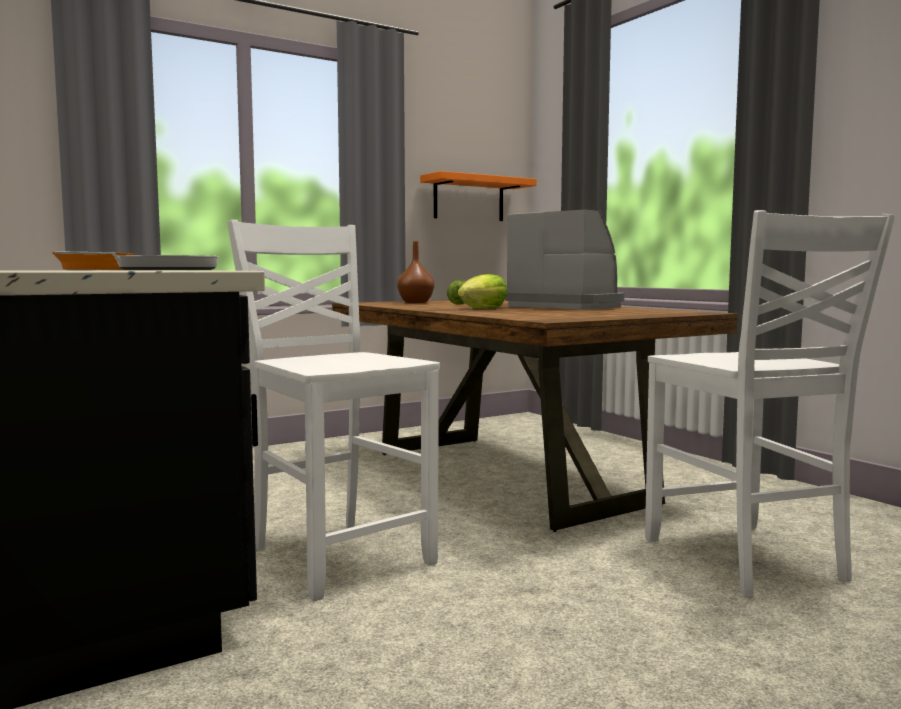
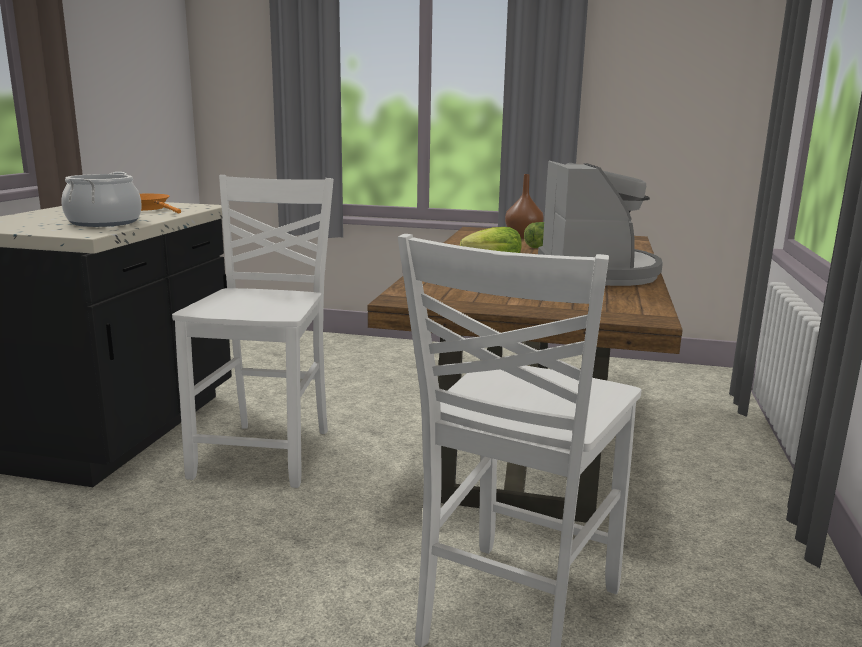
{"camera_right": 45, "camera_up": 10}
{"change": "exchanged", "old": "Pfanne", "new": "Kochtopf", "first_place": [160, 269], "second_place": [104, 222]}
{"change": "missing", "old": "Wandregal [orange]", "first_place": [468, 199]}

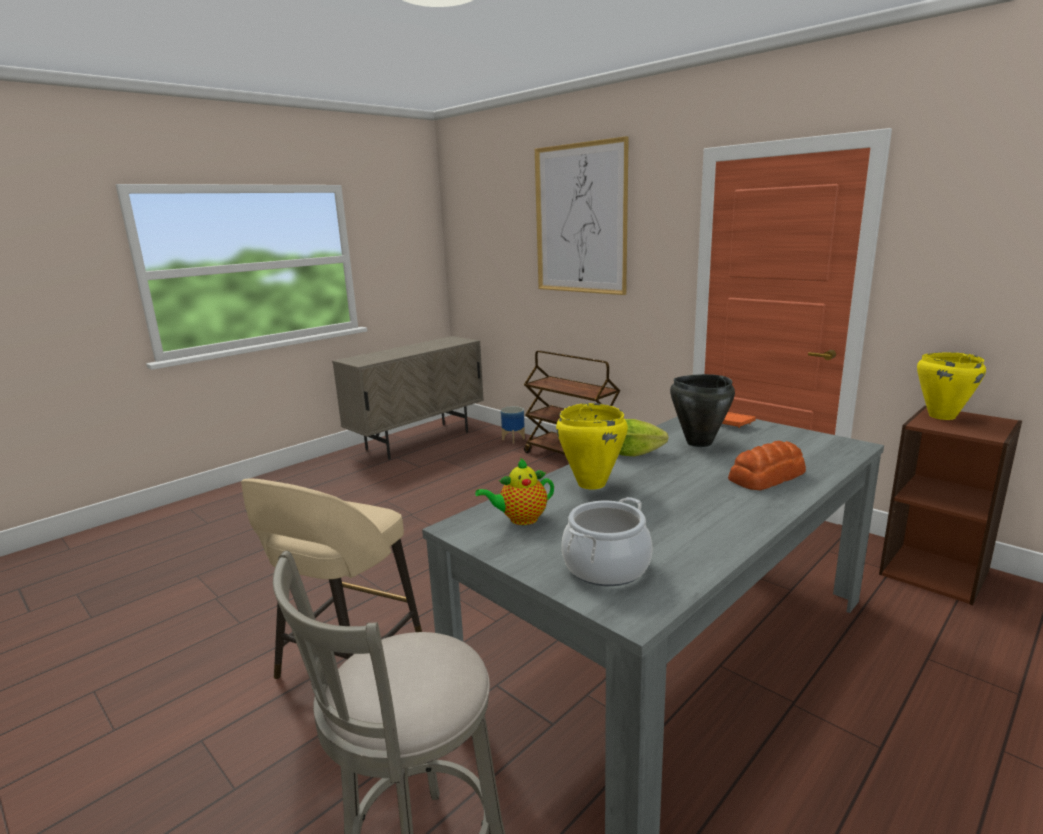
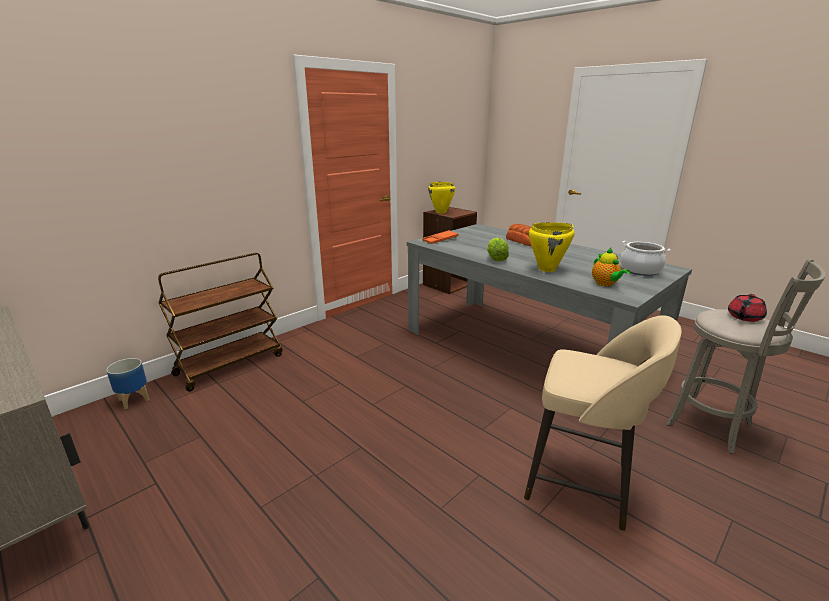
{"camera_right": -90, "camera_up": 5}
{"change": "missing", "old": "Bild", "first_place": [580, 219]}
{"change": "missing", "old": "Kochtopf [schwarz]", "first_place": [698, 442]}
{"change": "appeared", "new": "Teekanne [rot]", "second_place": [744, 317]}

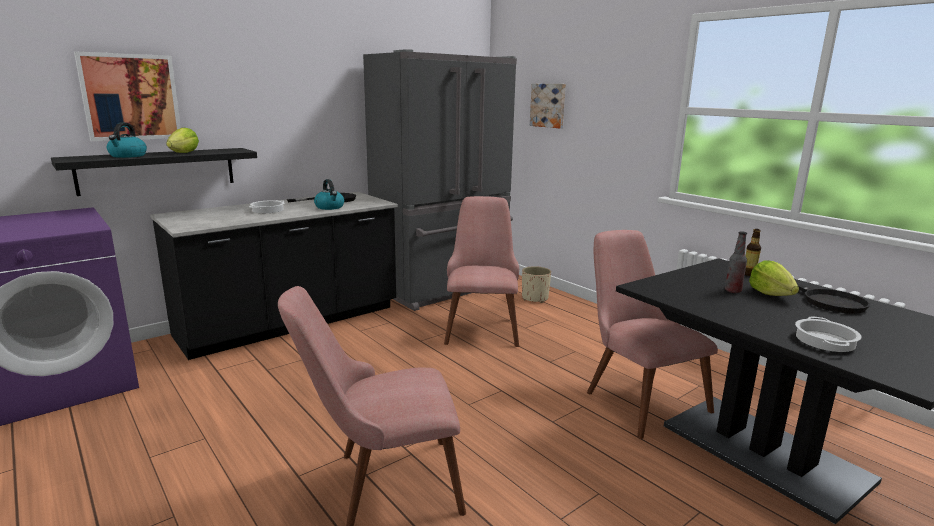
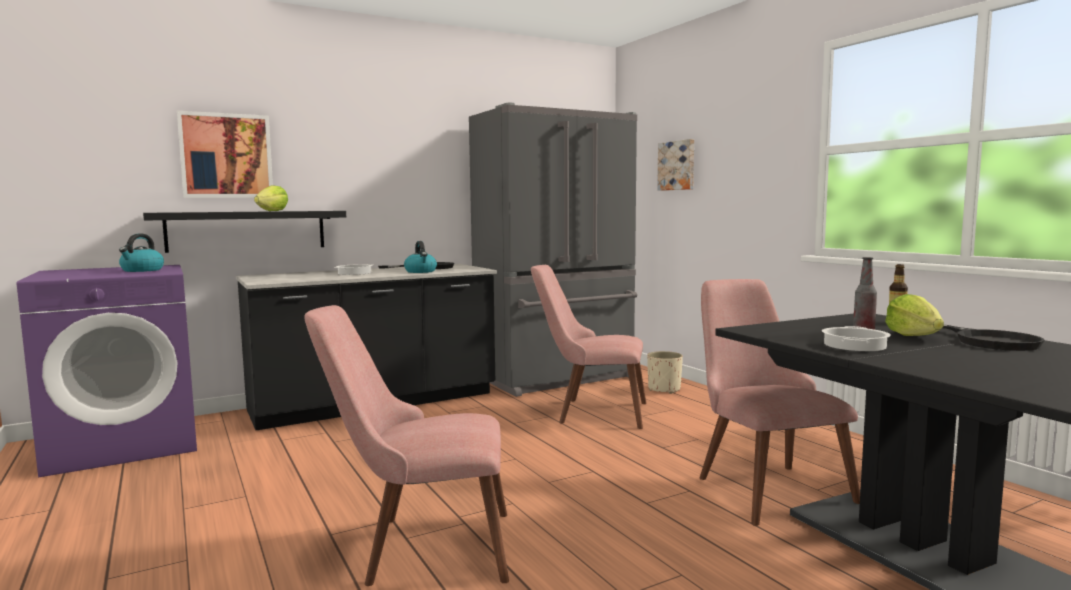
{"camera_right": 10, "camera_up": -10}
{"change": "relocated", "old": "Wasserkessel", "first_place": [128, 156], "second_place": [142, 270]}
{"change": "spun", "old": "Stuhl [rosa]", "first_place": [481, 326], "second_place": [590, 412], "degrees": -90}
{"change": "relocated", "old": "Kochtopf", "first_place": [824, 340], "second_place": [854, 345]}

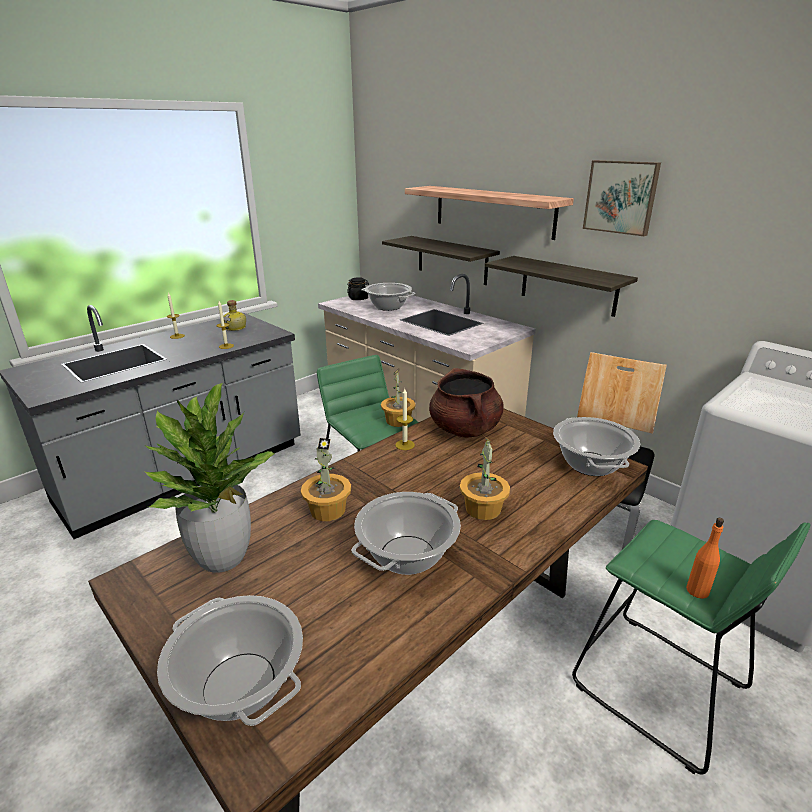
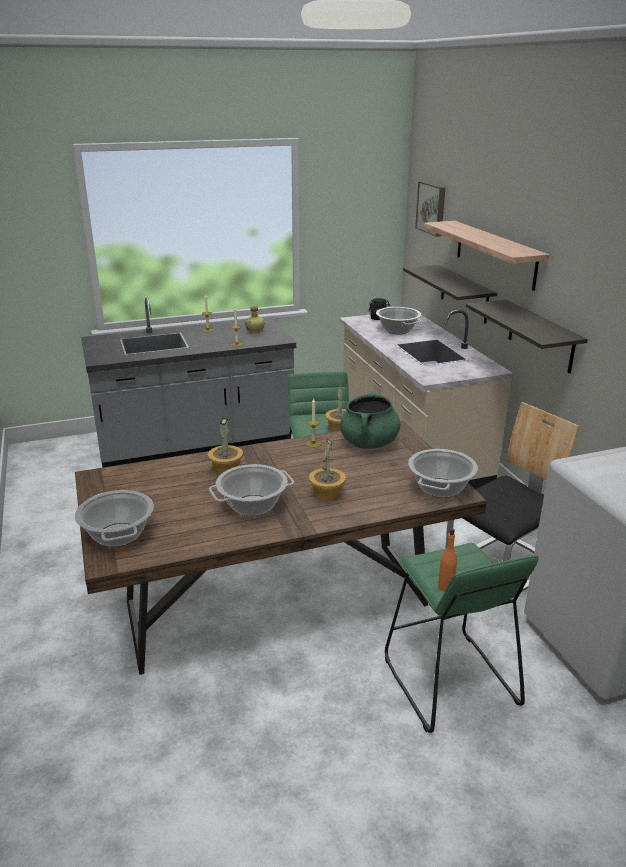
{"camera_right": 25, "camera_up": 0}
{"change": "missing", "old": "Topfpflanze", "first_place": [222, 557]}
{"change": "colour", "old": "Kochtopf [braun]", "new": "Kochtopf [grün]", "first_place": [465, 429], "second_place": [369, 443]}
{"change": "relocated", "old": "Bild", "first_place": [621, 197], "second_place": [432, 208]}

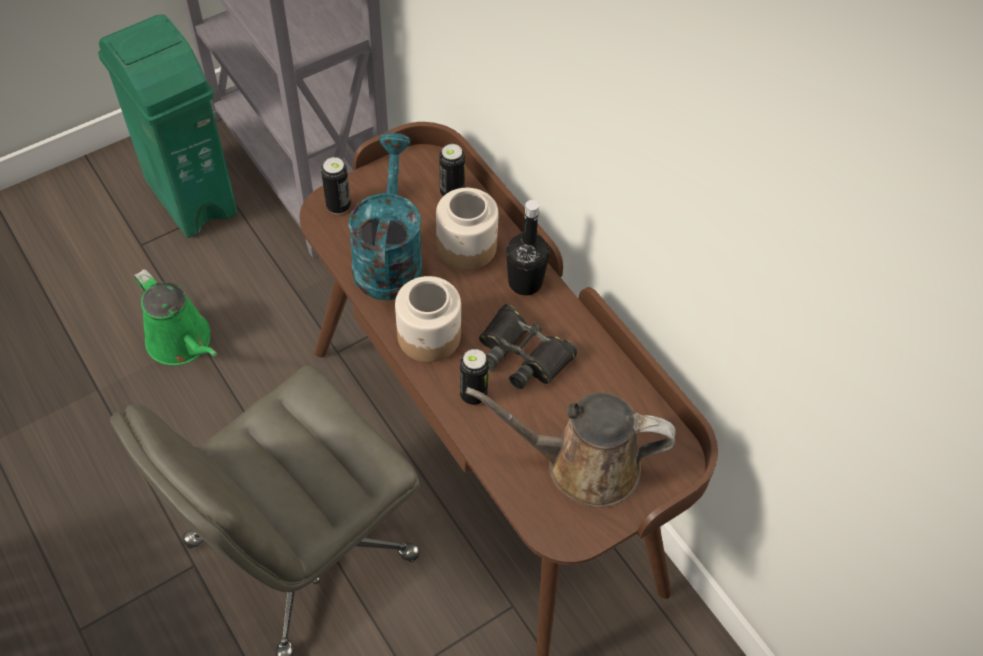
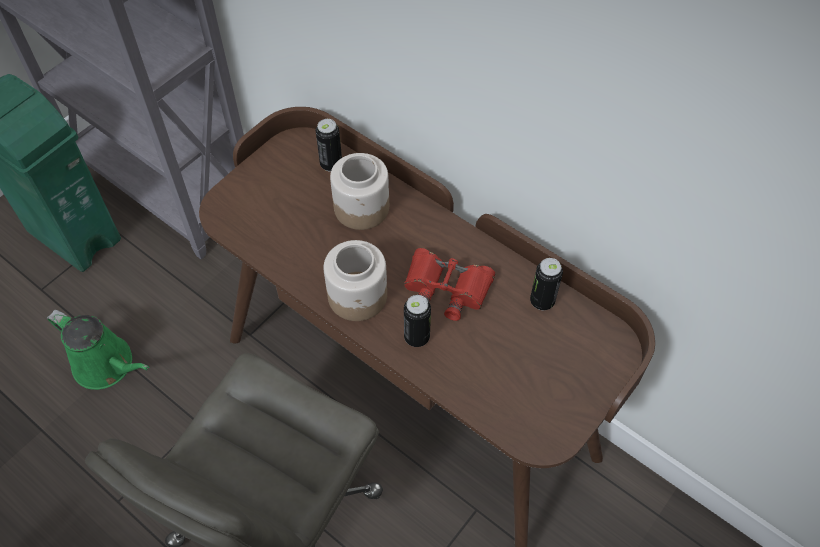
{"camera_right": -15, "camera_up": 0}
{"change": "relocated", "old": "Dose", "first_place": [338, 206], "second_place": [542, 301]}
{"change": "missing", "old": "Gießkanne [türkis]", "first_place": [388, 257]}
{"change": "missing", "old": "Gießkanne [braun]", "first_place": [582, 465]}
{"change": "colour", "old": "Fernglas [schwarz]", "new": "Fernglas [rot]", "first_place": [523, 354], "second_place": [446, 288]}
{"change": "missing", "old": "Flasche [schwarz]", "first_place": [525, 282]}

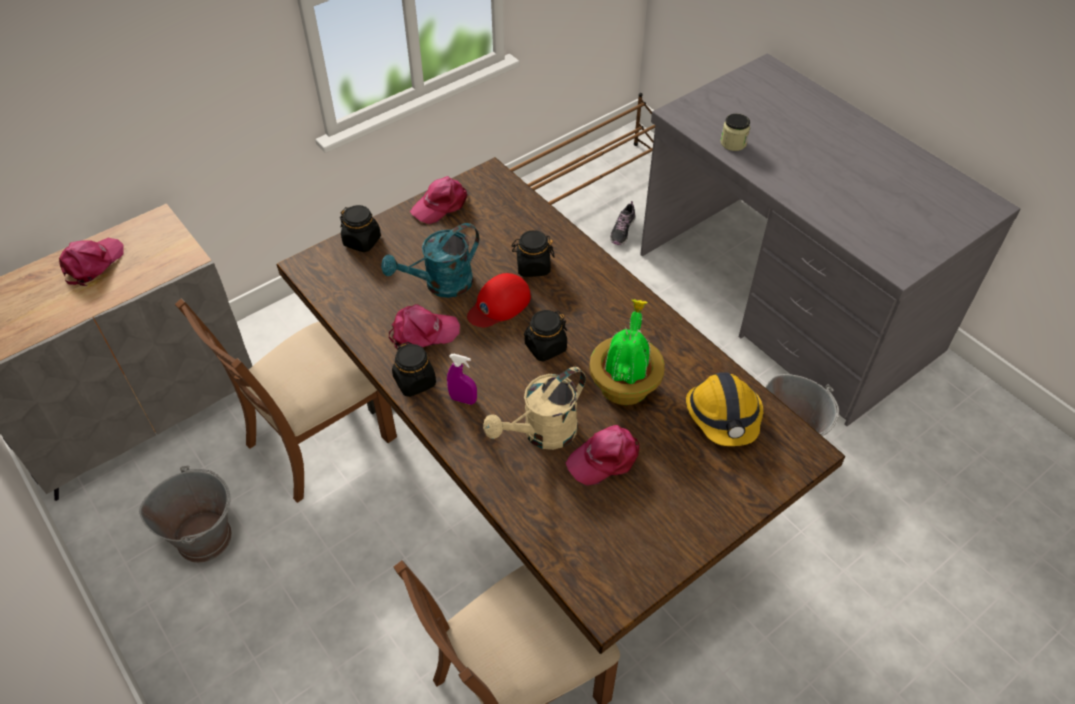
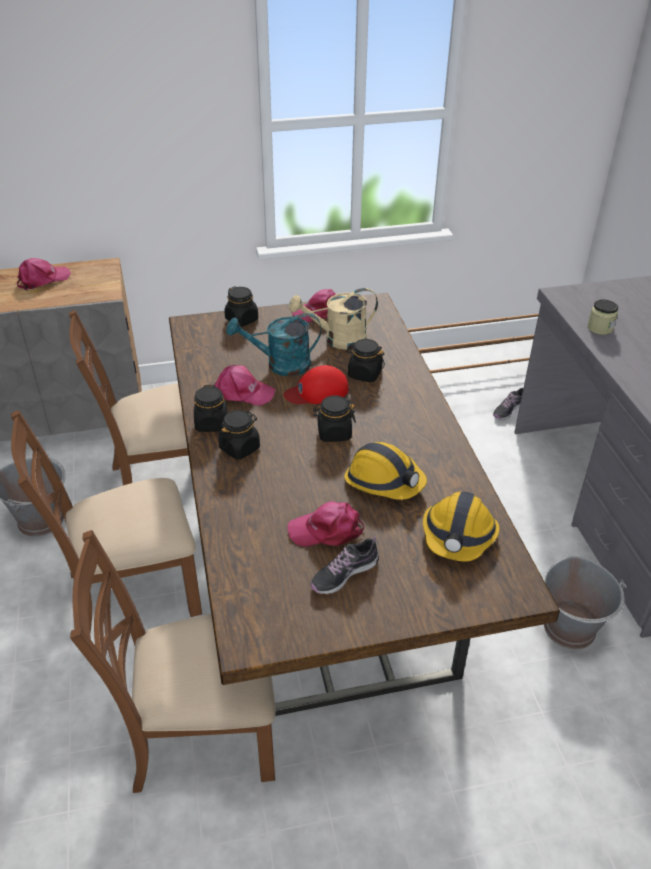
{"camera_right": 25, "camera_up": -10}
{"change": "exchanged", "old": "Sprühflasche [lila]", "new": "Vorratsglas [schwarz]", "first_place": [463, 399], "second_place": [240, 448]}
{"change": "relocated", "old": "Gießkanne [beige]", "first_place": [542, 434], "second_place": [338, 340]}
{"change": "exchanged", "old": "Topfpflanze", "new": "Schutzhelm", "first_place": [625, 383], "second_place": [384, 481]}
{"change": "appeared", "new": "Stuhl [braun]", "second_place": [132, 592]}
{"change": "appeared", "new": "Schuh", "second_place": [344, 574]}

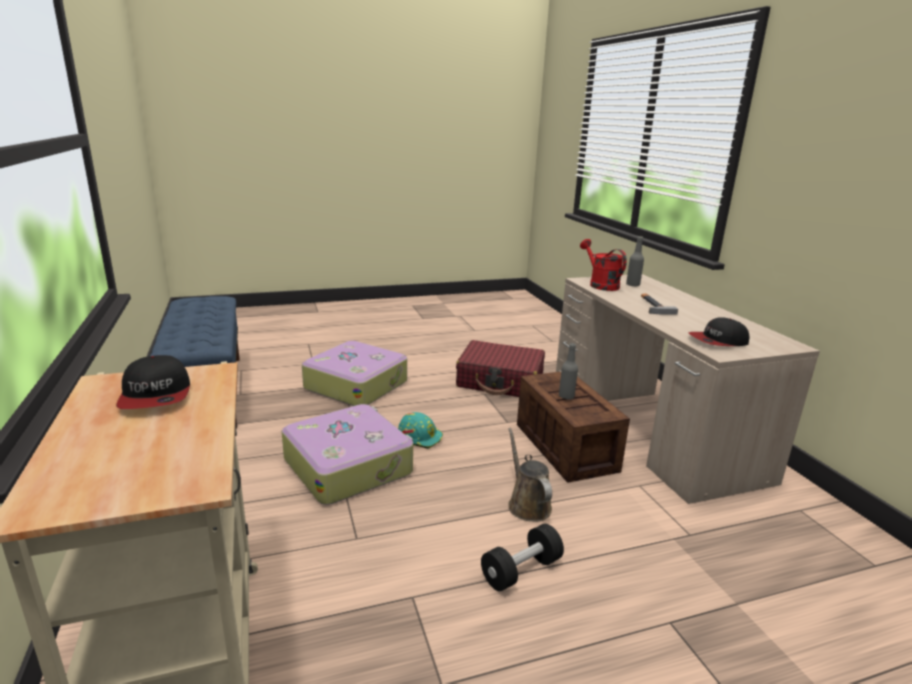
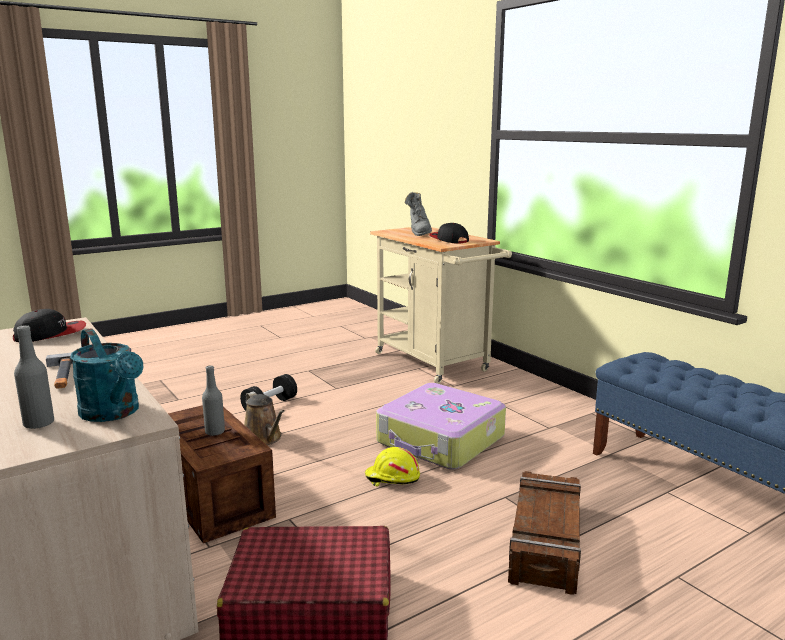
{"camera_right": 165, "camera_up": -5}
{"change": "exchanged", "old": "Koffer", "new": "Kiste", "first_place": [356, 385], "second_place": [546, 541]}
{"change": "colour", "old": "Schutzhelm [türkis]", "new": "Schutzhelm [gelb]", "first_place": [420, 437], "second_place": [392, 478]}
{"change": "colour", "old": "Gießkanne [rot]", "new": "Gießkanne [türkis]", "first_place": [600, 284], "second_place": [114, 413]}
{"change": "appeared", "new": "Stiefel [grau]", "second_place": [418, 233]}

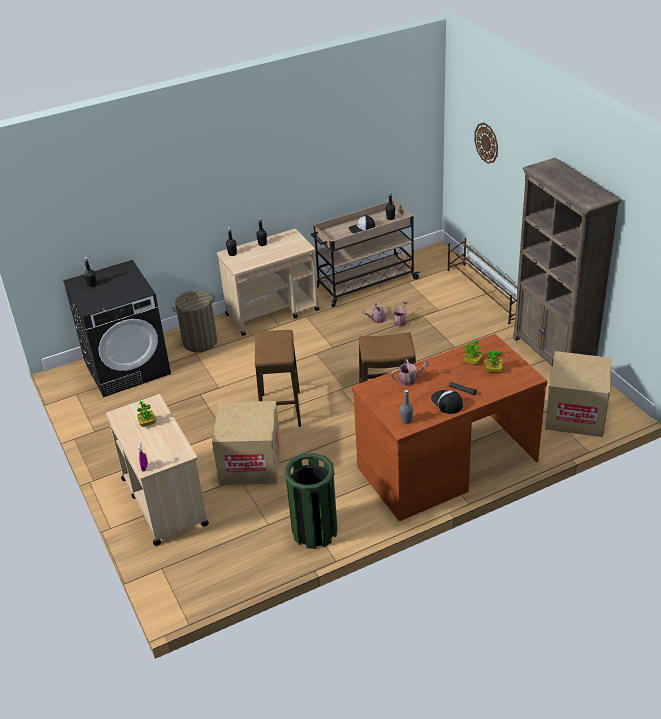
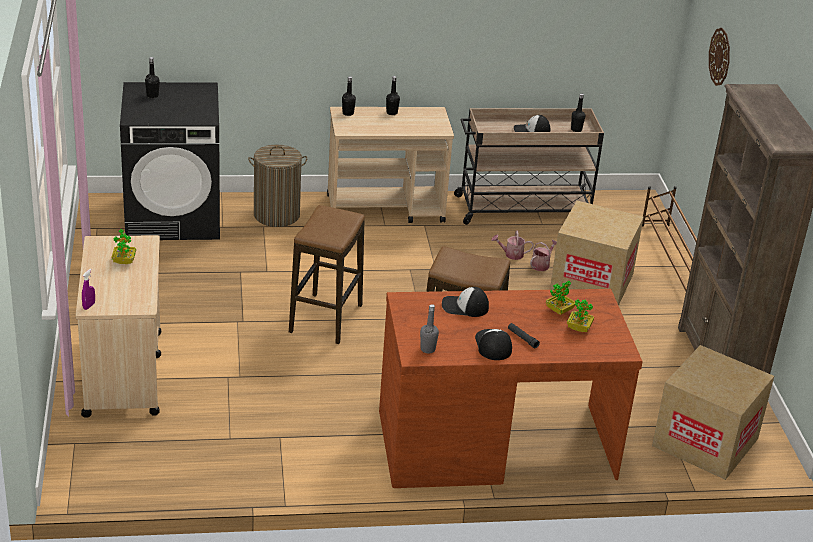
{"camera_right": 15, "camera_up": -5}
{"change": "relocated", "old": "Karton", "first_place": [250, 463], "second_place": [591, 282]}
{"change": "missing", "old": "Mülleimer [grün]", "first_place": [314, 531]}
{"change": "exchanged", "old": "Gießkanne", "new": "Kappe", "first_place": [410, 379], "second_place": [464, 307]}

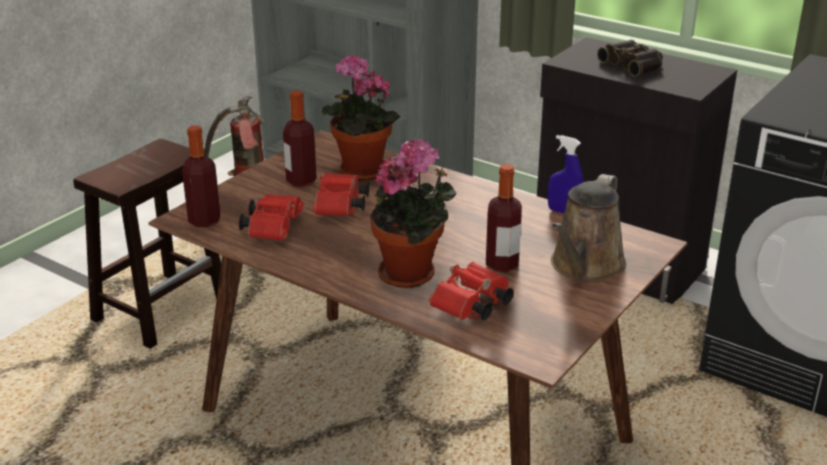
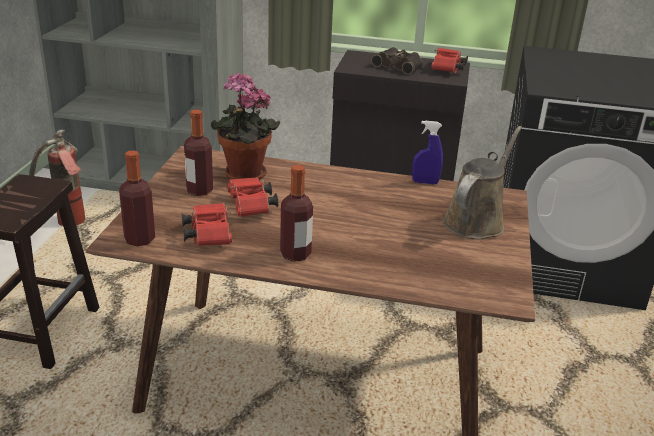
{"camera_right": -25, "camera_up": 0}
{"change": "missing", "old": "Topfpflanze", "first_place": [412, 274]}
{"change": "relocated", "old": "Fernglas [rot]", "first_place": [471, 307], "second_place": [447, 69]}
{"change": "relocated", "old": "Flasche", "first_place": [502, 264], "second_place": [295, 254]}
{"change": "spun", "old": "Gießkanne [braun]", "first_place": [585, 266], "second_place": [476, 221], "degrees": -150}

